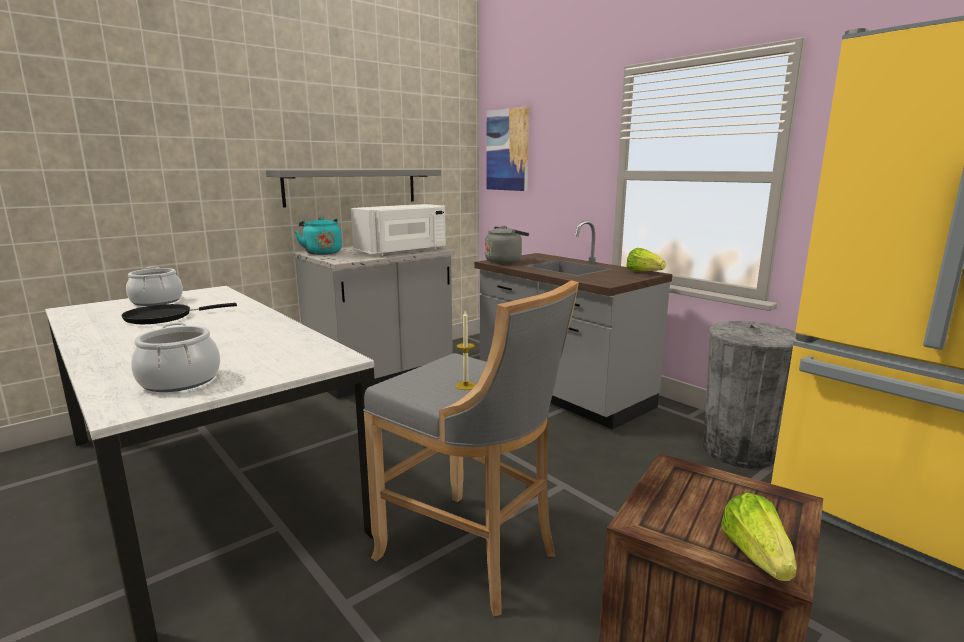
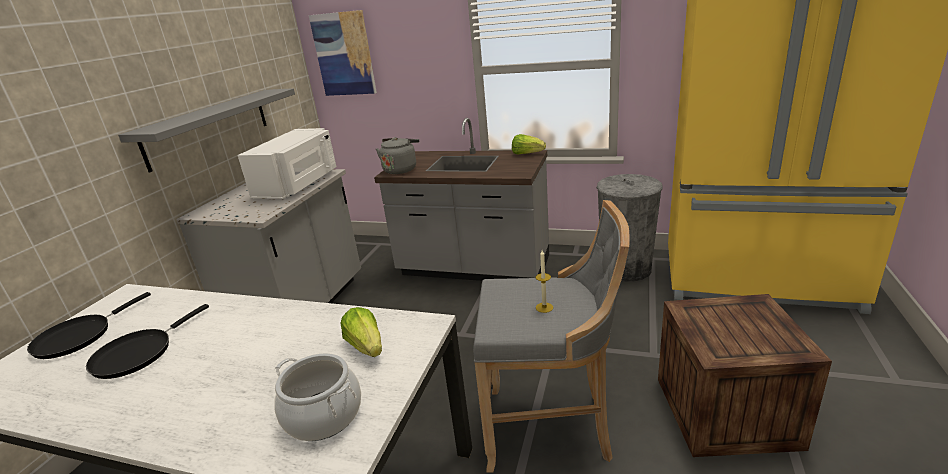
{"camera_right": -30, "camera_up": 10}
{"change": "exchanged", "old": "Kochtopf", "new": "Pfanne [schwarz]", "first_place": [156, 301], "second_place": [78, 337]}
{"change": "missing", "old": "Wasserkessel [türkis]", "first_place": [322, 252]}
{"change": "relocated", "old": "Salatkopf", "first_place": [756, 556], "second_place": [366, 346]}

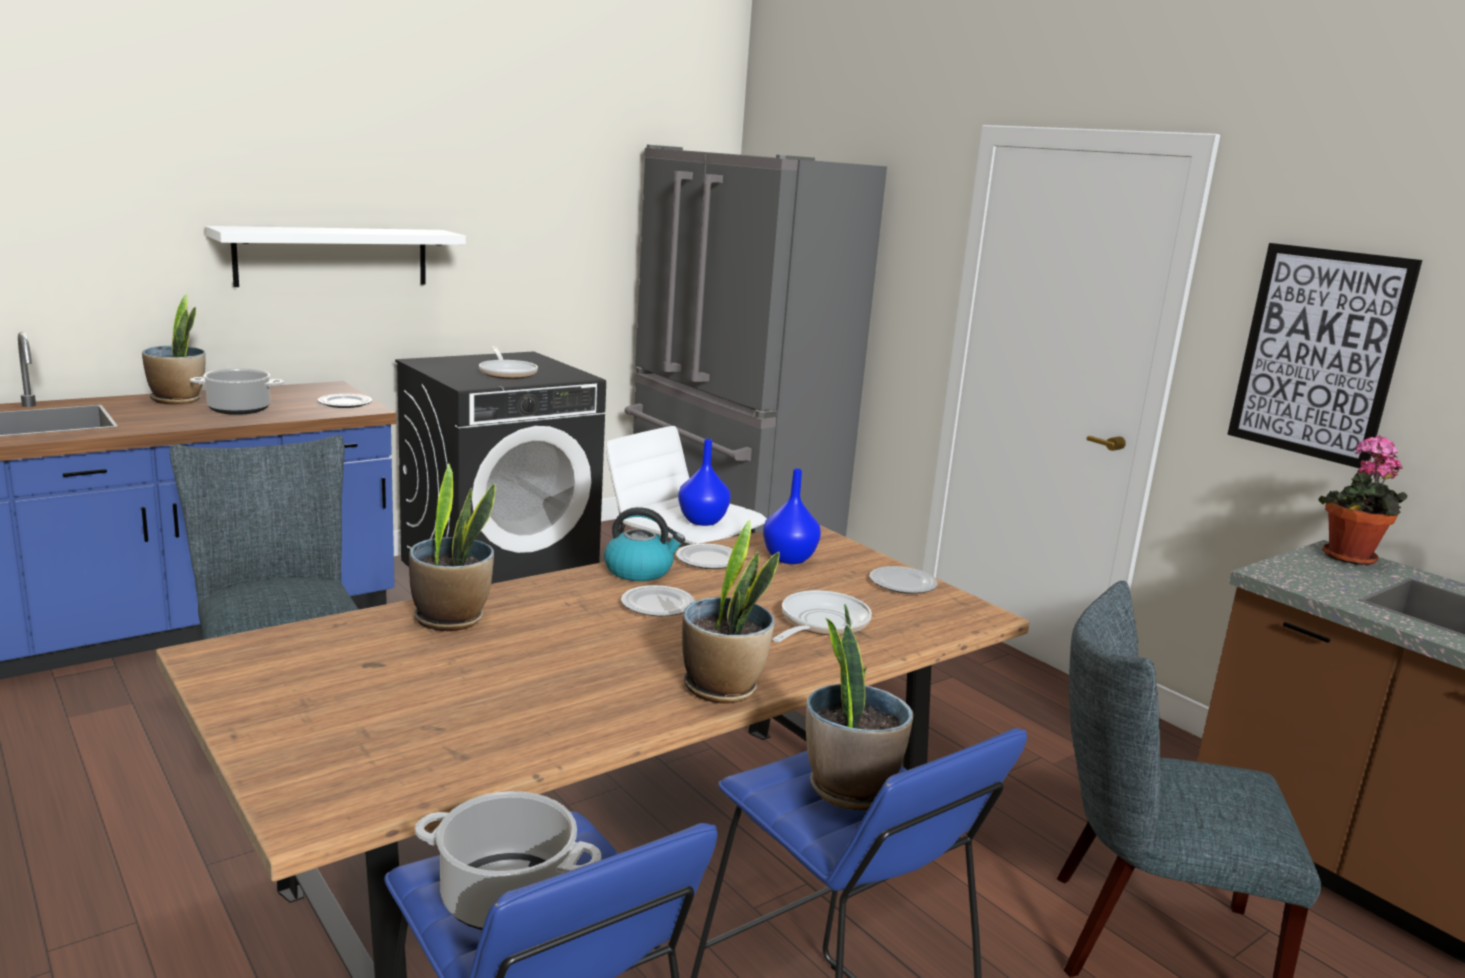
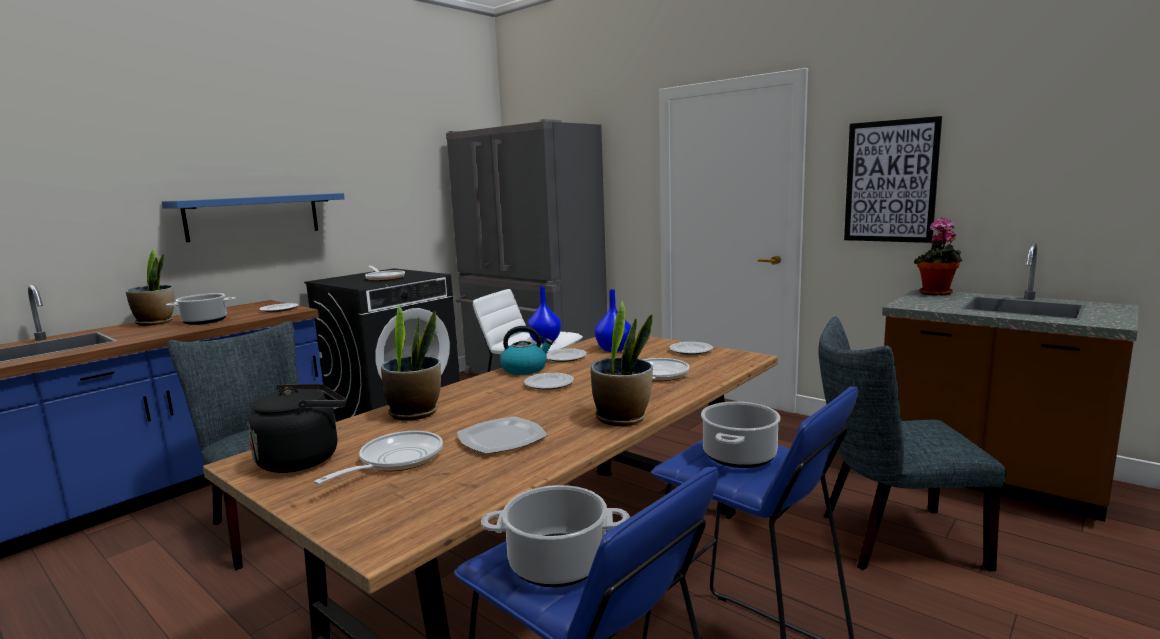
{"camera_right": -10, "camera_up": -5}
{"change": "colour", "old": "Wandregal [weiß]", "new": "Wandregal [blau]", "first_place": [333, 256], "second_place": [253, 216]}
{"change": "exchanged", "old": "Topfpflanze", "new": "Kochtopf", "first_place": [849, 789], "second_place": [739, 456]}
{"change": "appeared", "new": "Wasserkessel [schwarz]", "second_place": [304, 458]}
{"change": "appeared", "new": "Pfanne", "second_place": [395, 461]}
{"change": "appeared", "new": "Teller", "second_place": [503, 438]}

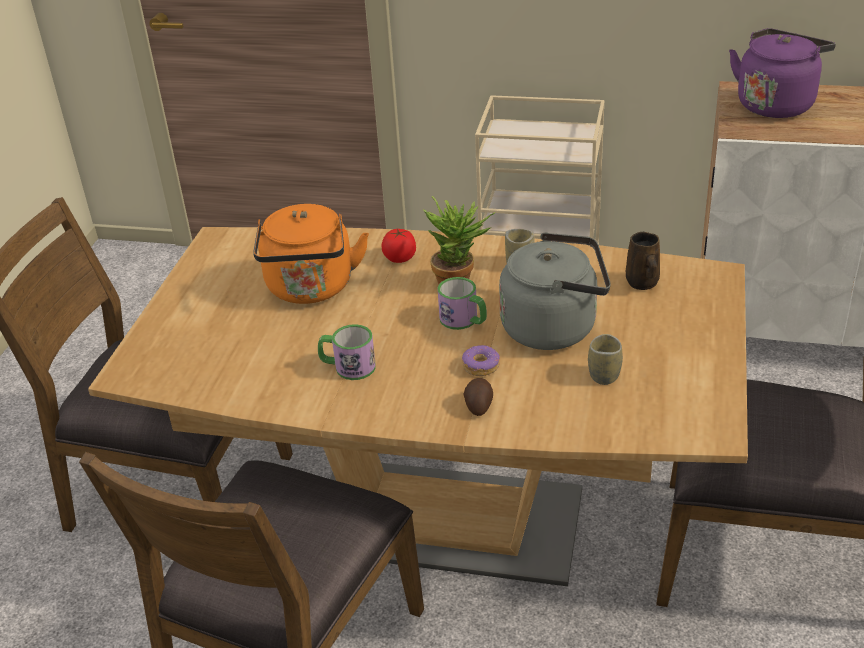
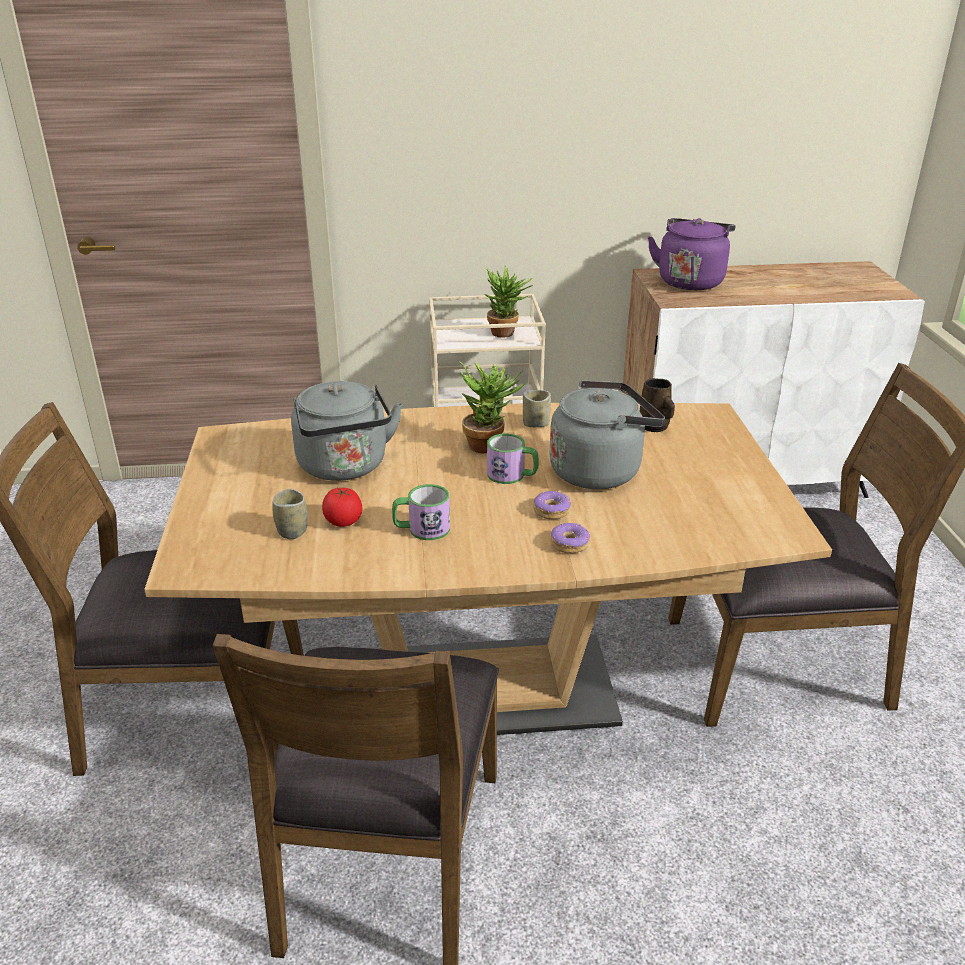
{"camera_right": -20, "camera_up": -5}
{"change": "colour", "old": "Wasserkessel [orange]", "new": "Wasserkessel [grau]", "first_place": [311, 289], "second_place": [345, 467]}
{"change": "relocated", "old": "Tomate", "first_place": [400, 258], "second_place": [343, 521]}
{"change": "exchanged", "old": "Kartoffel", "new": "Donut", "first_place": [478, 405], "second_place": [569, 544]}
{"change": "relocated", "old": "Tasse", "first_place": [604, 375], "second_place": [292, 531]}
{"change": "appeared", "new": "Topfpflanze", "second_place": [507, 334]}

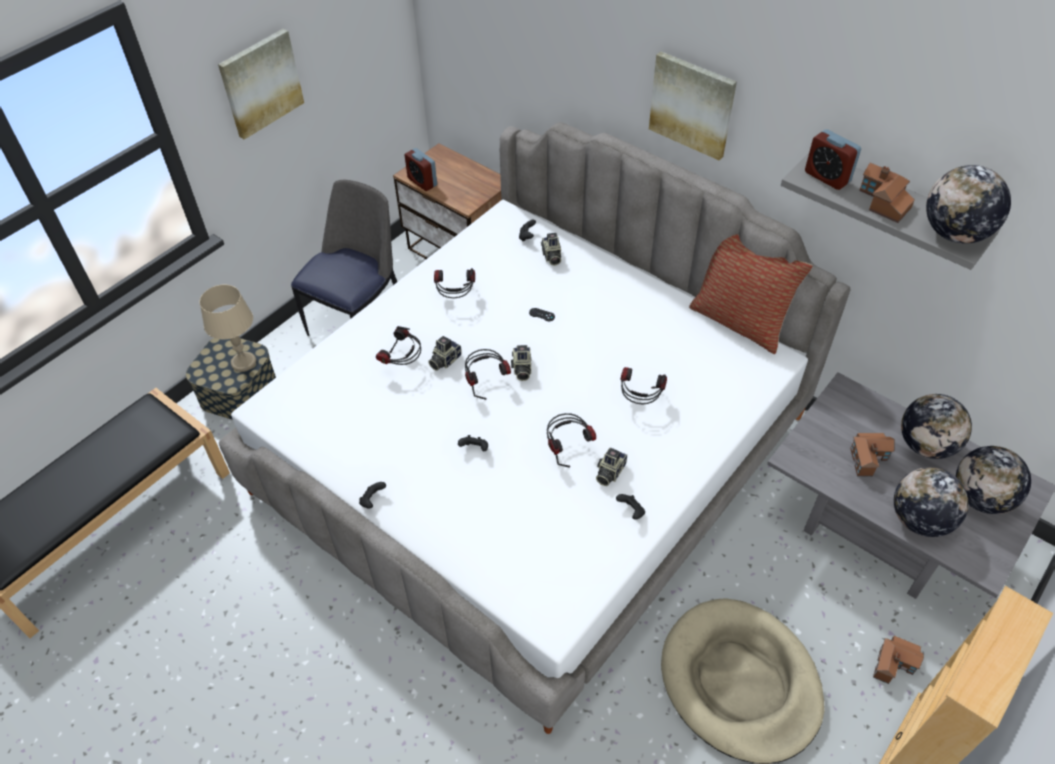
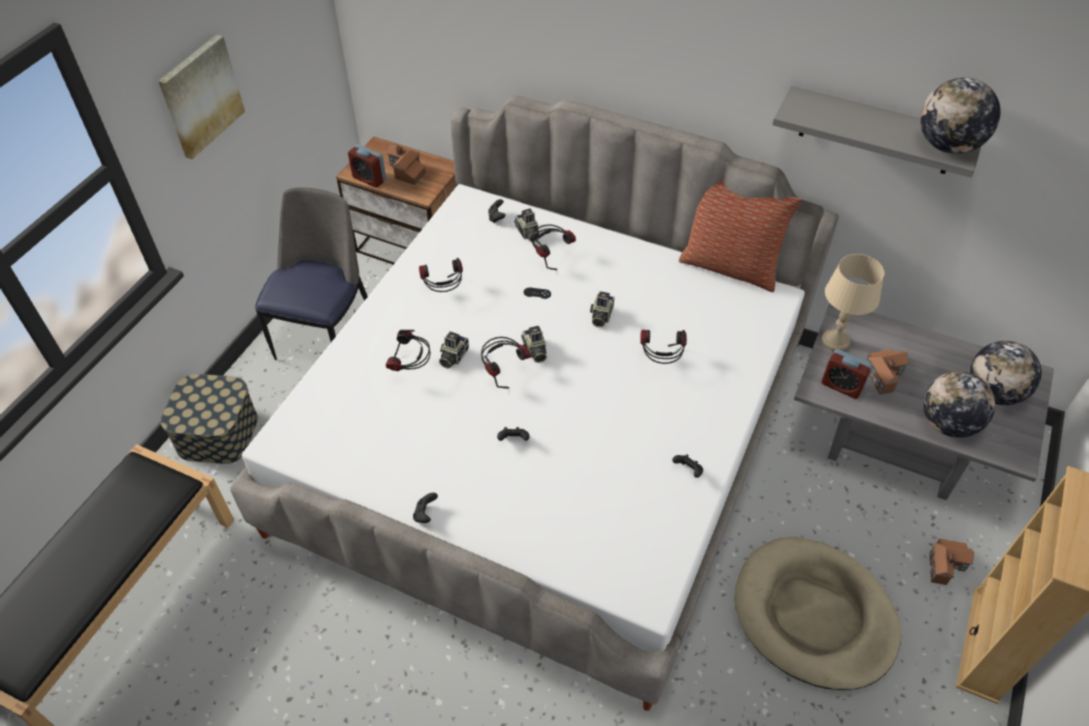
{"camera_right": -15, "camera_up": 0}
{"change": "relocated", "old": "Tischlampe [beige]", "first_place": [244, 362], "second_place": [835, 340]}
{"change": "relocated", "old": "Kopfhörer", "first_place": [567, 448], "second_place": [550, 256]}
{"change": "relocated", "old": "Kamera", "first_place": [609, 472], "second_place": [600, 316]}
{"change": "missing", "old": "Bild", "first_place": [692, 104]}
{"change": "relocated", "old": "Wecker", "first_place": [827, 177], "second_place": [841, 386]}
{"change": "relocated", "old": "Spielzeughaus", "first_place": [882, 202], "second_place": [405, 171]}
{"change": "missing", "old": "Globus", "first_place": [925, 445]}

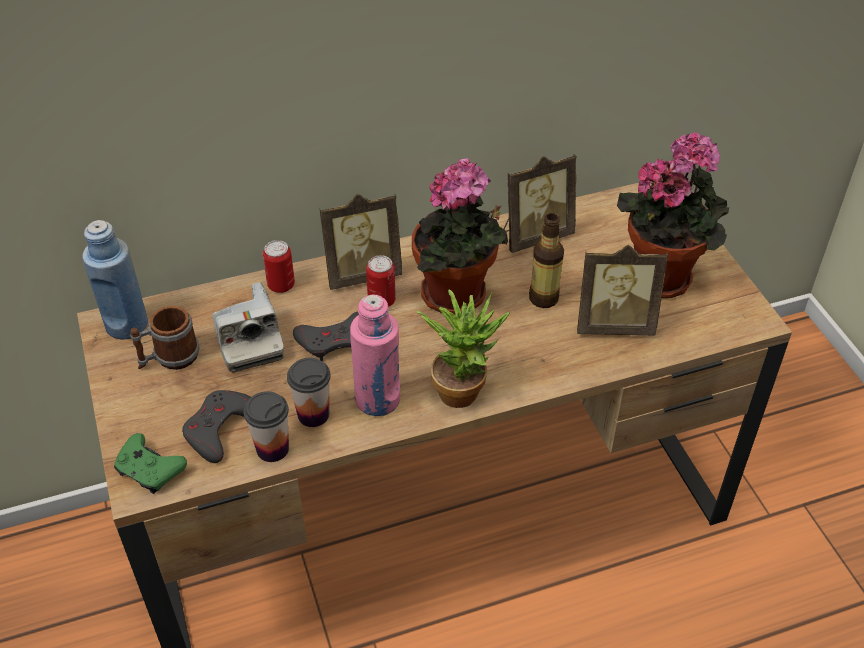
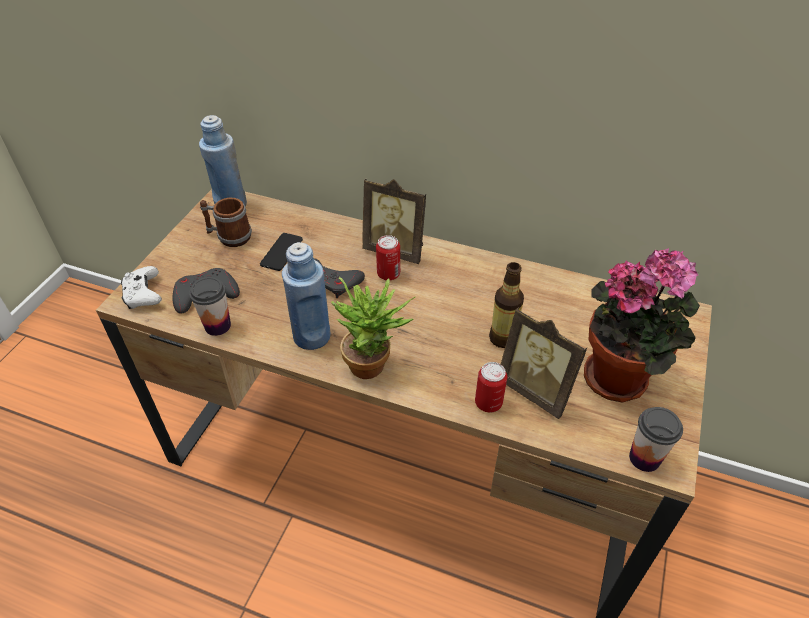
{"camera_right": 40, "camera_up": 0}
{"change": "colour", "old": "Gamepad [grün]", "new": "Gamepad [weiß]", "first_place": [150, 471], "second_place": [143, 295]}
{"change": "exchanged", "old": "Kamera", "new": "Handy", "first_place": [248, 341], "second_place": [281, 252]}
{"change": "relocated", "old": "Dose", "first_place": [281, 285], "second_place": [488, 403]}
{"change": "relocated", "old": "Tasse", "first_place": [313, 414], "second_place": [644, 458]}
{"change": "colour", "old": "Flasche [rosa]", "new": "Flasche [blau]", "first_place": [378, 399], "second_place": [312, 336]}
{"change": "missing", "old": "Topfpflanze", "first_place": [458, 297]}
{"change": "missing", "old": "Bilderrahmen", "first_place": [534, 235]}

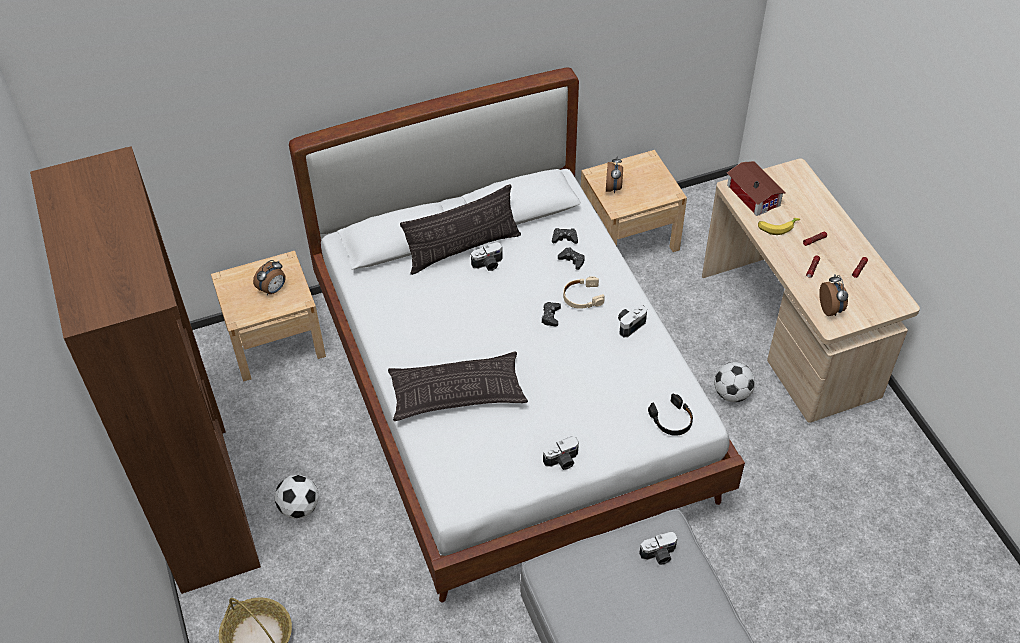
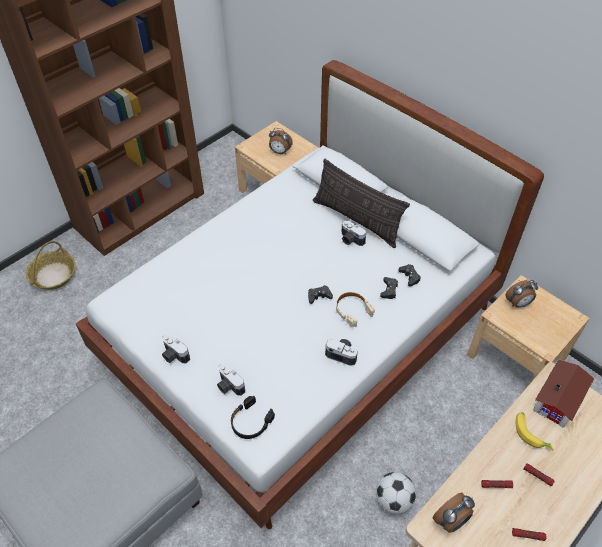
{"camera_right": 65, "camera_up": 0}
{"change": "missing", "old": "Fußball", "first_place": [299, 507]}
{"change": "missing", "old": "Kissen", "first_place": [457, 392]}
{"change": "relocated", "old": "Kamera", "first_place": [659, 555], "second_place": [229, 386]}

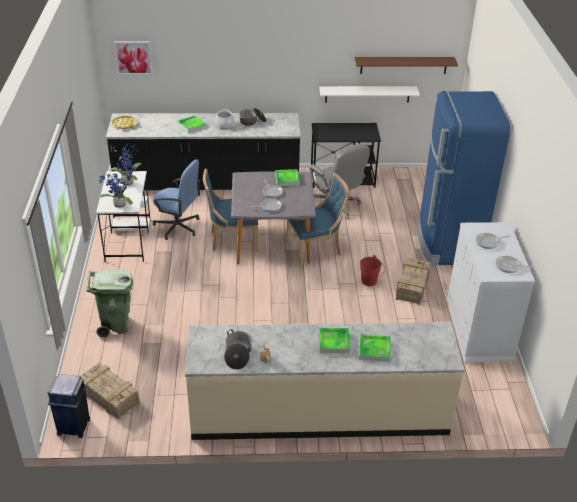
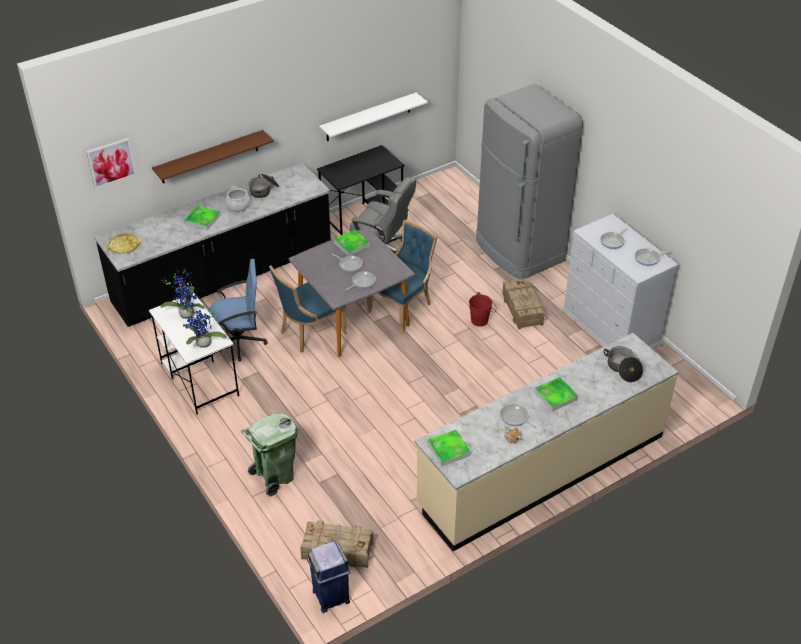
{"camera_right": -30, "camera_up": 5}
{"change": "relocated", "old": "Kochtopf", "first_place": [238, 355], "second_place": [622, 369]}
{"change": "relocated", "old": "Wandregal [braun]", "first_place": [403, 65], "second_place": [209, 157]}
{"change": "relocated", "old": "Tablett", "first_place": [374, 350], "second_place": [448, 449]}
{"change": "colour", "old": "Kühlschrank [blau]", "new": "Kühlschrank [grau]", "first_place": [448, 244], "second_place": [519, 251]}
{"change": "appeared", "new": "Pfanne", "second_place": [515, 418]}

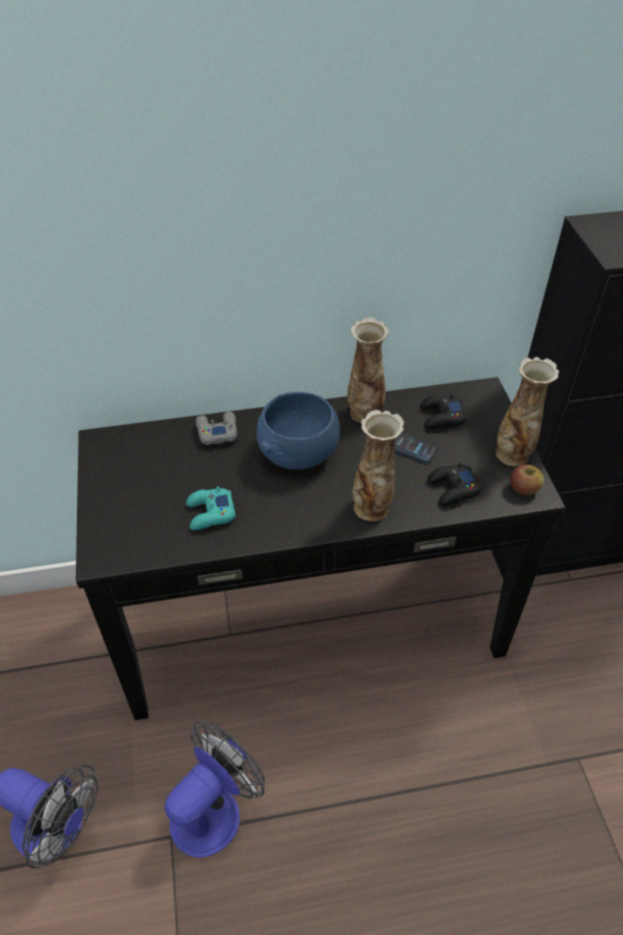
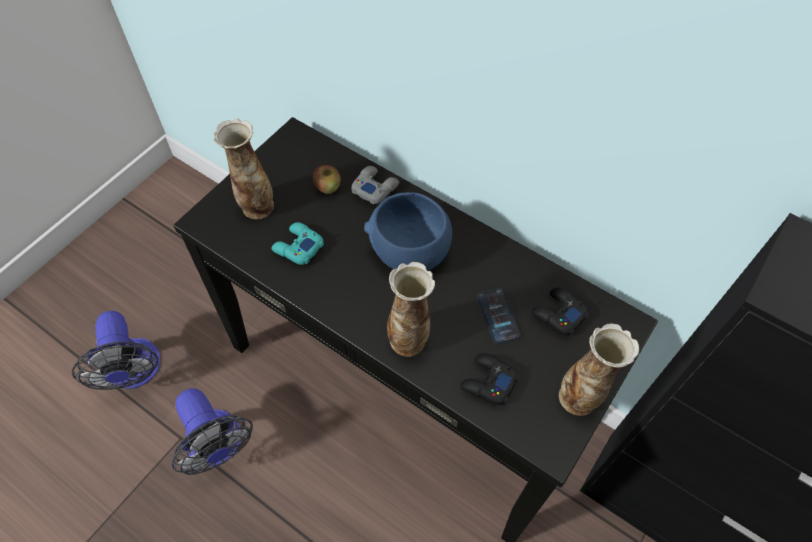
{"camera_right": 45, "camera_up": 10}
{"change": "spun", "old": "Ventilator", "first_place": [214, 808], "second_place": [218, 447], "degrees": 60}
{"change": "relocated", "old": "Vase", "first_place": [364, 413], "second_place": [256, 207]}
{"change": "relocated", "old": "Apfel", "first_place": [523, 488], "second_place": [327, 187]}

